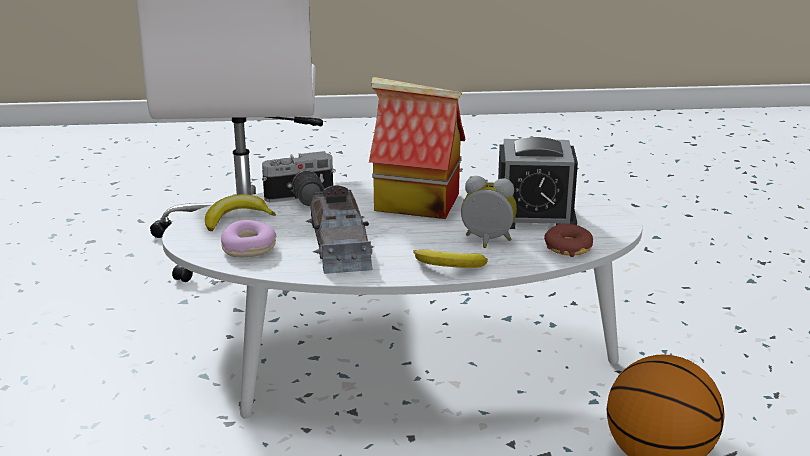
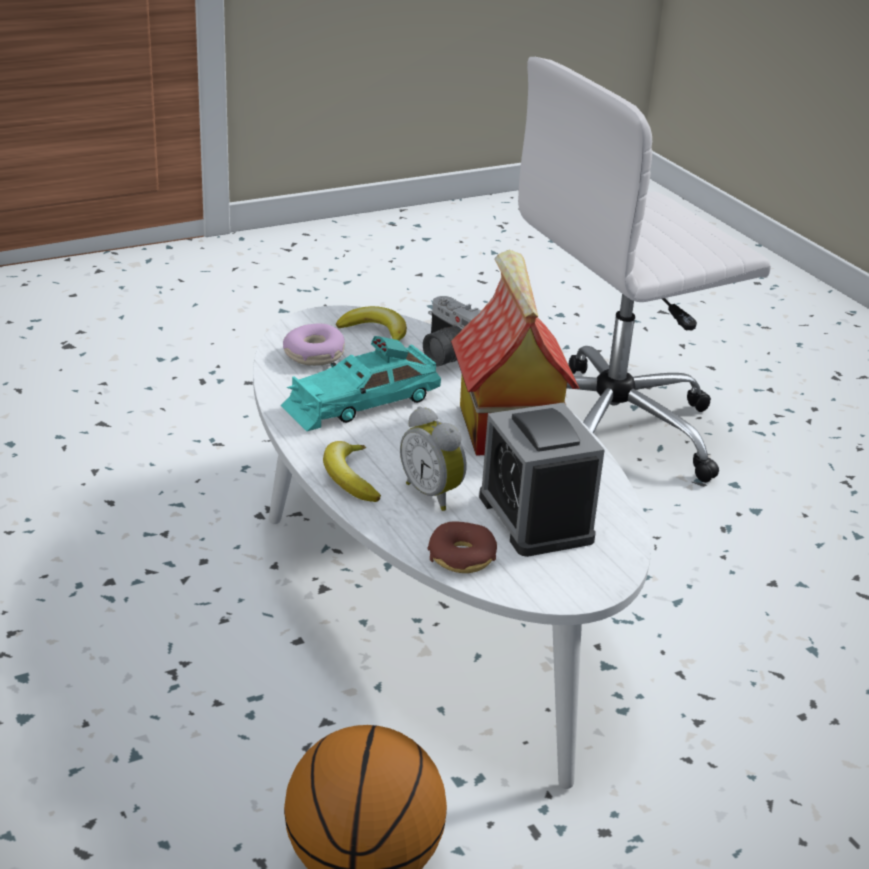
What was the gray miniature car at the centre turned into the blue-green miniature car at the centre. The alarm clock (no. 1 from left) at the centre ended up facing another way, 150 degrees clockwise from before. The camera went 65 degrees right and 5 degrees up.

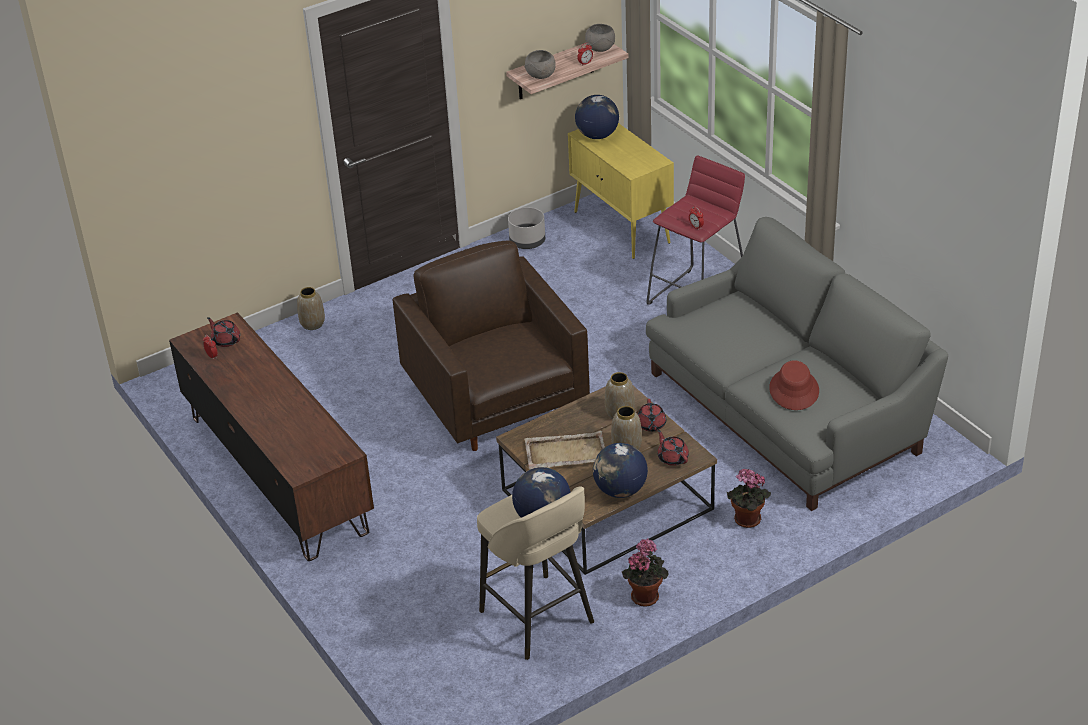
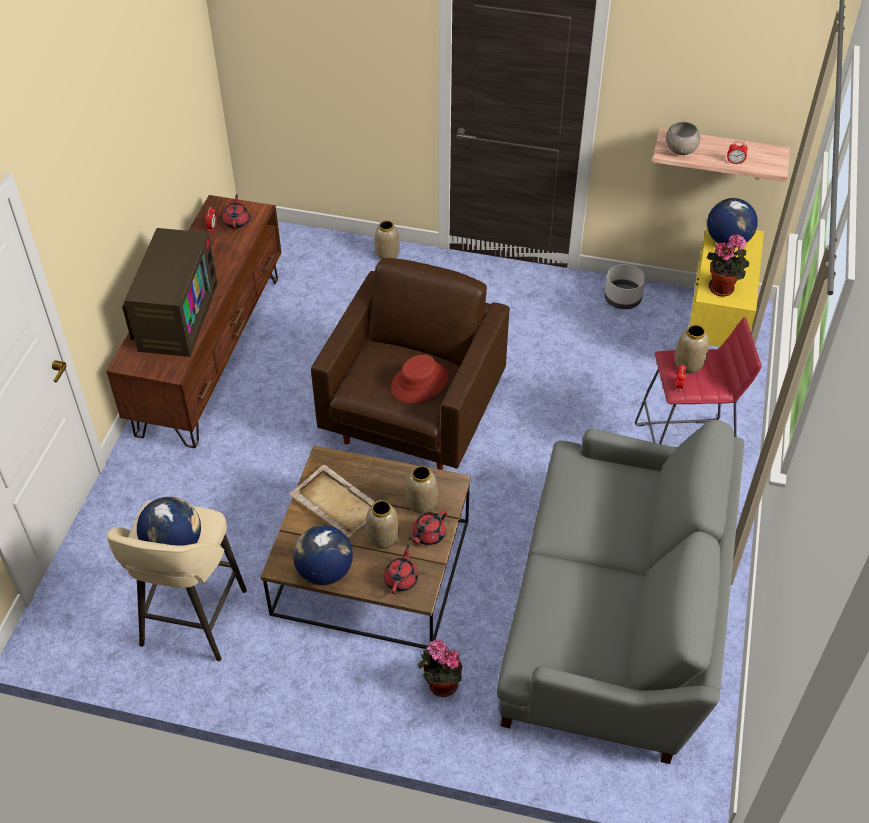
The second view lost the gray serving bowl (no. 2 from left) at the top centre. The potted plant (no. 1 from left in the first image) ended up elsewhere, having gone from the bottom centre to the top right. The red-coloured hat ended up elsewhere, having gone from the middle right to the centre. The second view gained the TV set at the middle left. The second view gained the flower vase (no. 4 from left) at the middle right. The camera went 45 degrees right and 10 degrees up.

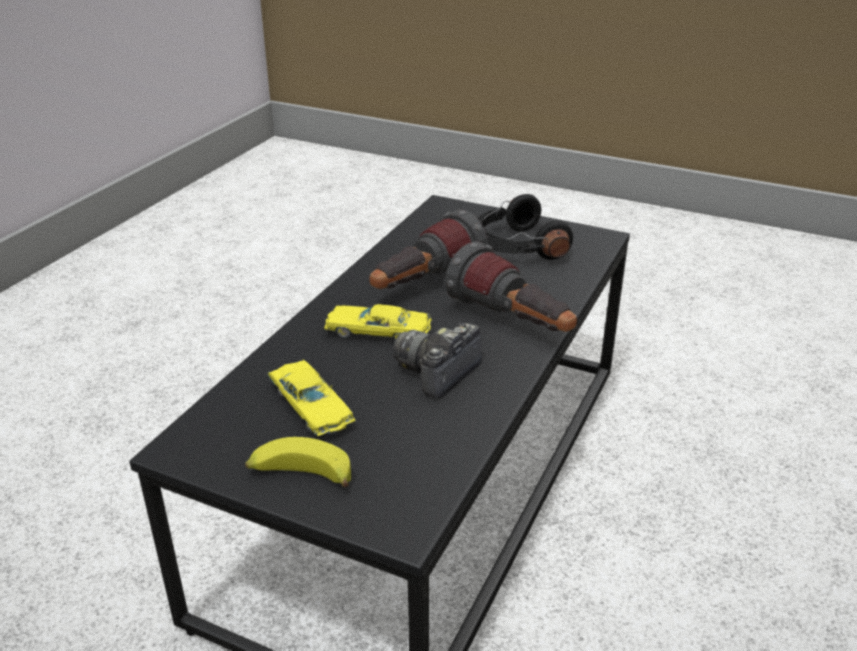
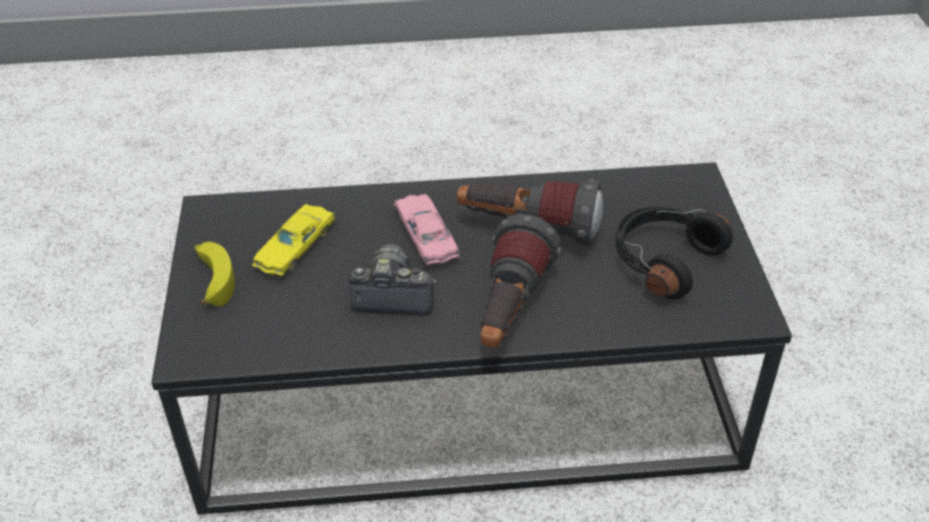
What was the yellowish miniature car (no. 2 from left) at the centre turned into the pink-coloured miniature car at the centre. The camera went 60 degrees right and 10 degrees up.

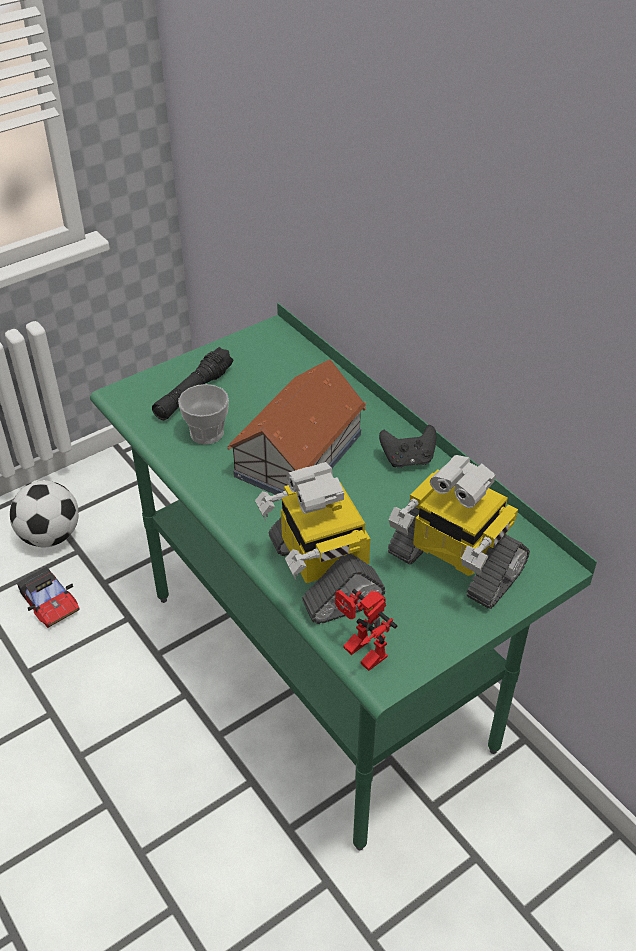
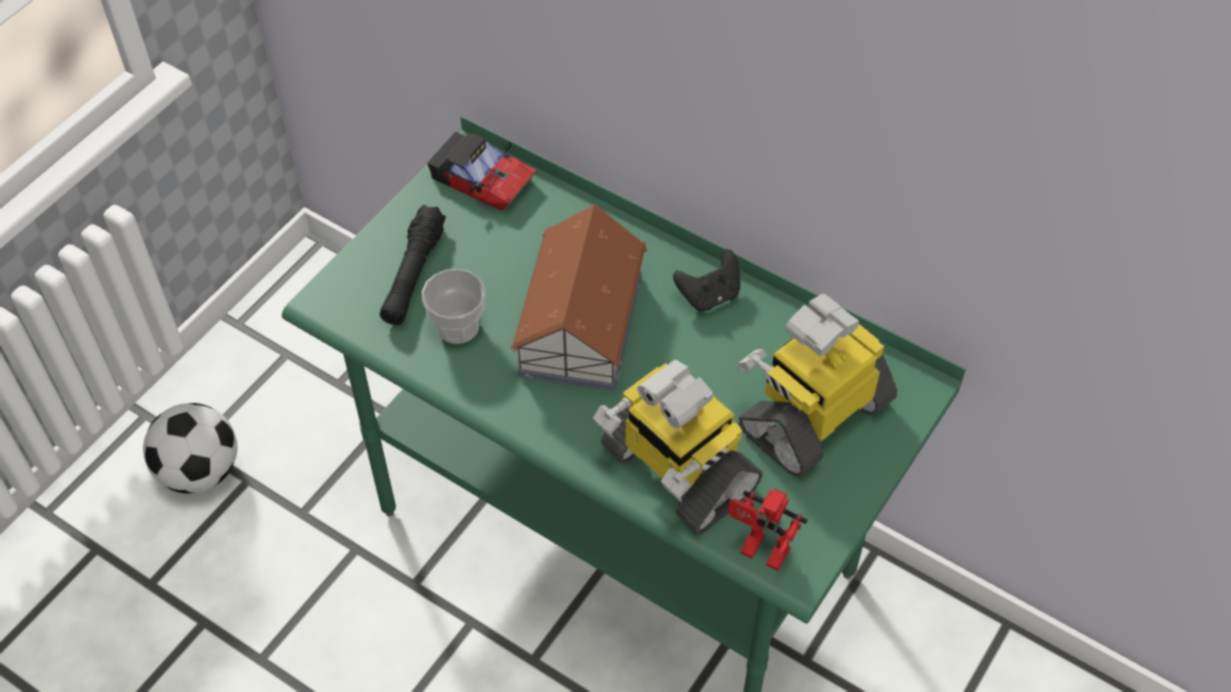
The miniature car ended up elsewhere, having gone from the middle left to the top centre. The toy robot (no. 3 from left) at the middle right ended up facing another way, 120 degrees clockwise from before. The camera went 20 degrees left and 10 degrees up.

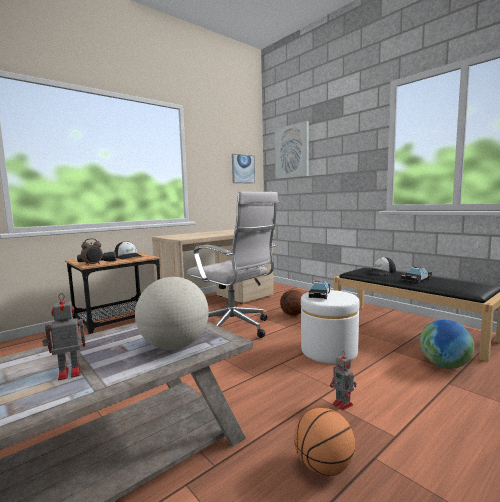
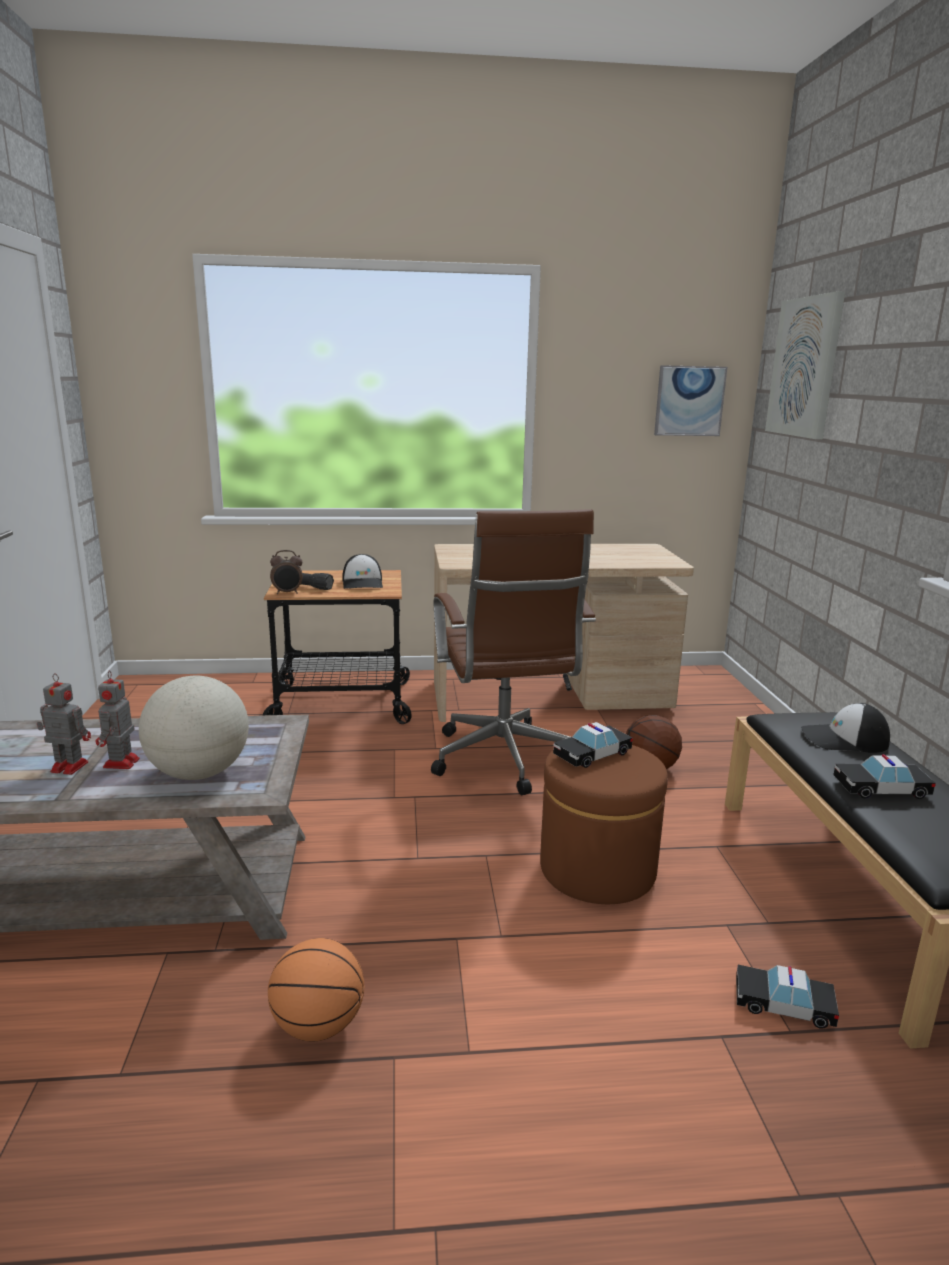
What was the white-coloured office chair at the centre turned into the brownish office chair at the centre. What was the white-coloured footrest at the centre turned into the brownish footrest at the centre. The toy robot (no. 2 from left) ended up elsewhere, having gone from the bottom right to the middle left. Where the globe (no. 2 from left) stood at the bottom right, the miniature car (no. 2 from left) came to stand at the bottom right. The camera went 35 degrees right and 10 degrees up.

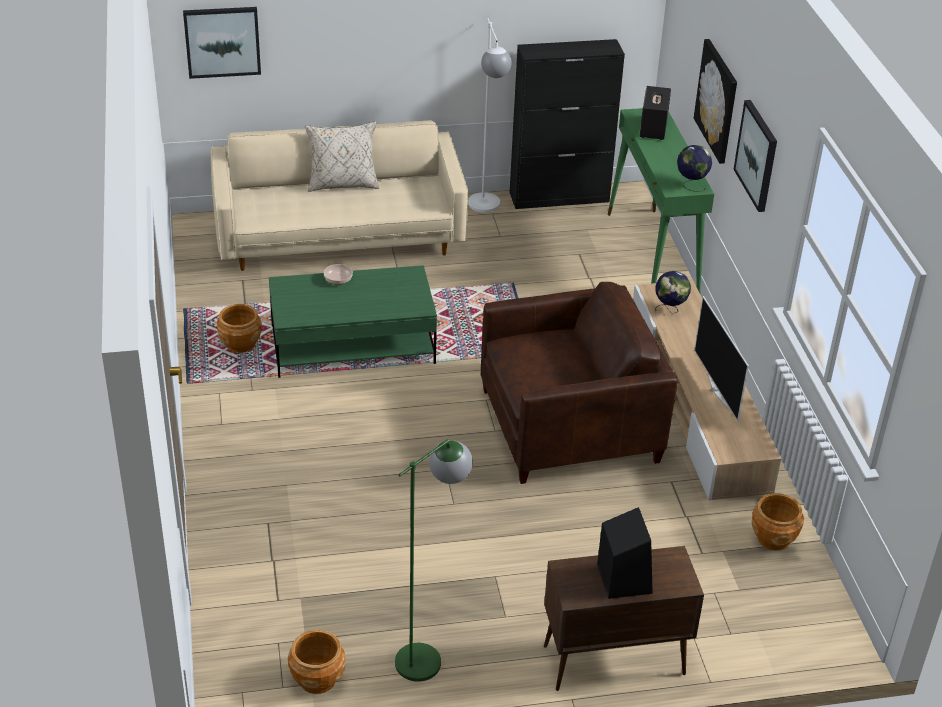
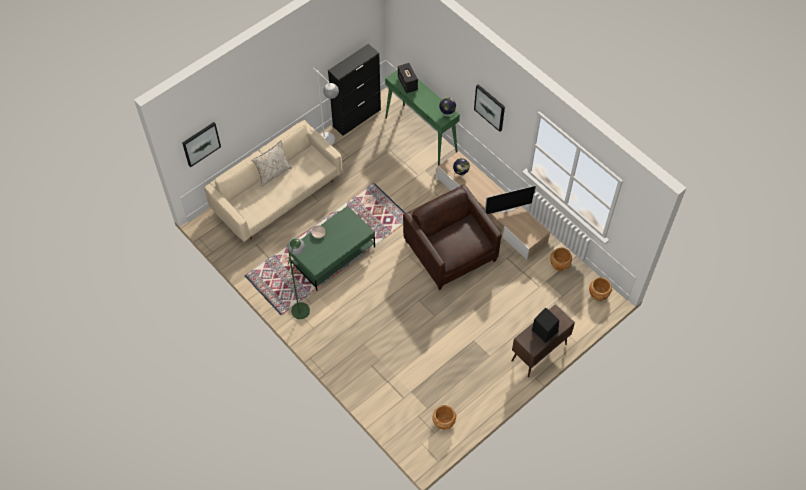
The brownish planter (no. 1 from left in the first image) ended up elsewhere, having gone from the middle left to the middle right. The green standing lamp ended up elsewhere, having gone from the bottom centre to the centre. The brownish armchair at the centre ended up facing another way, 75 degrees counterclockwise from before. The second view lost the wall art (no. 2 from left) at the top right. The TV set at the middle right ended up facing another way, 60 degrees counterclockwise from before. The camera went 30 degrees left and 20 degrees up.

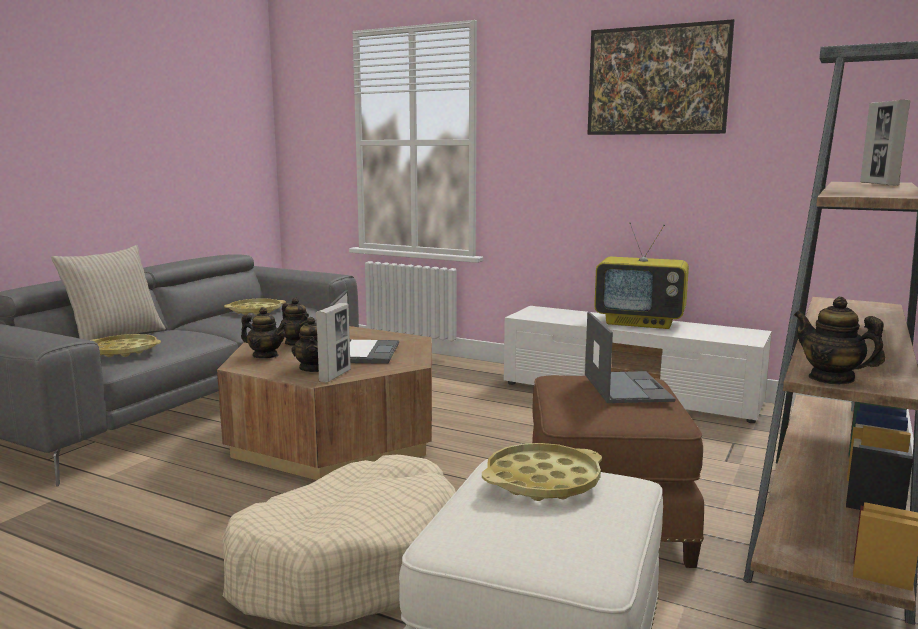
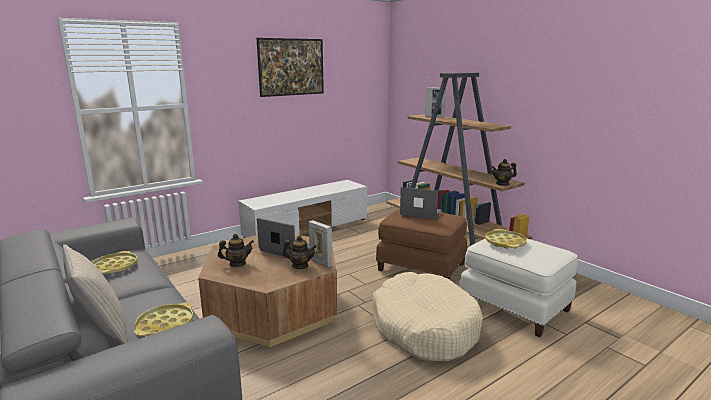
The second view lost the pot for tea (no. 1 from left) at the middle left. The second view lost the TV set at the middle right. The camera went 65 degrees left and 5 degrees up.

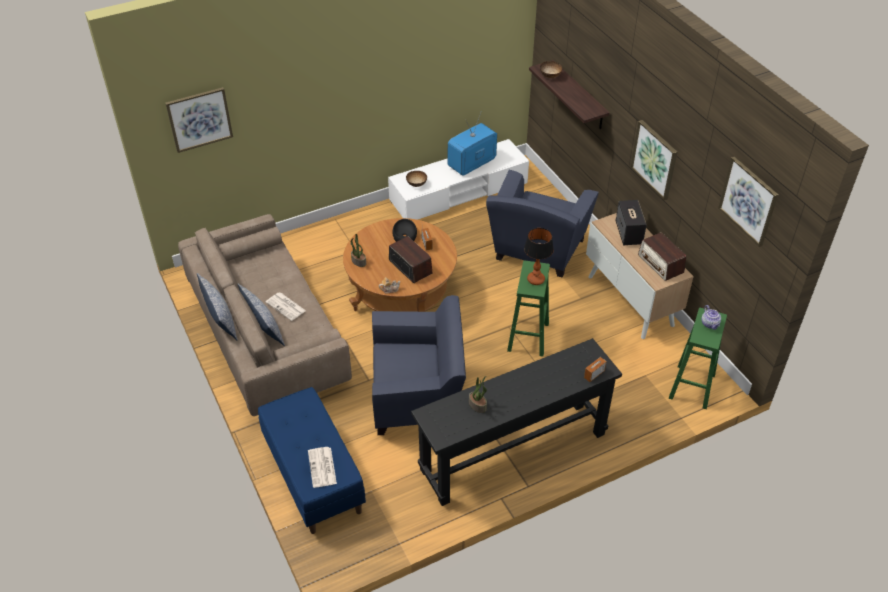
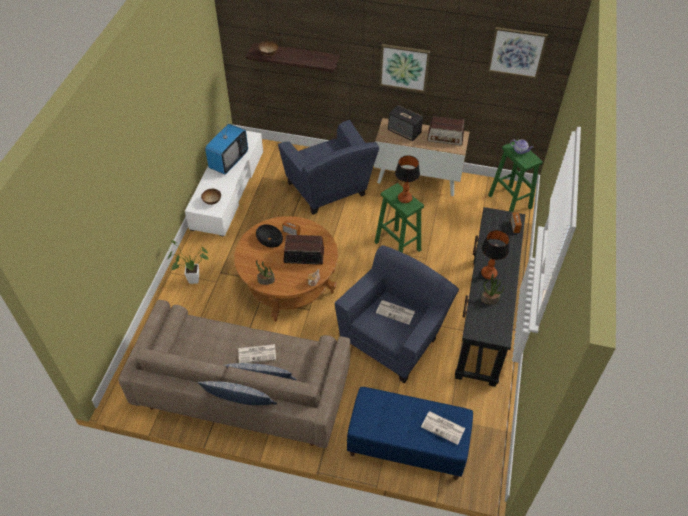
The second view lost the wall art (no. 1 from left) at the top left. The TV set at the top centre ended up facing another way, 150 degrees counterclockwise from before. The second view gained the potted plant (no. 1 from left) at the middle left. The second view gained the newspaper (no. 2 from left) at the centre. The second view gained the tabletop lamp (no. 2 from left) at the middle right. The camera went 50 degrees left and 5 degrees up.

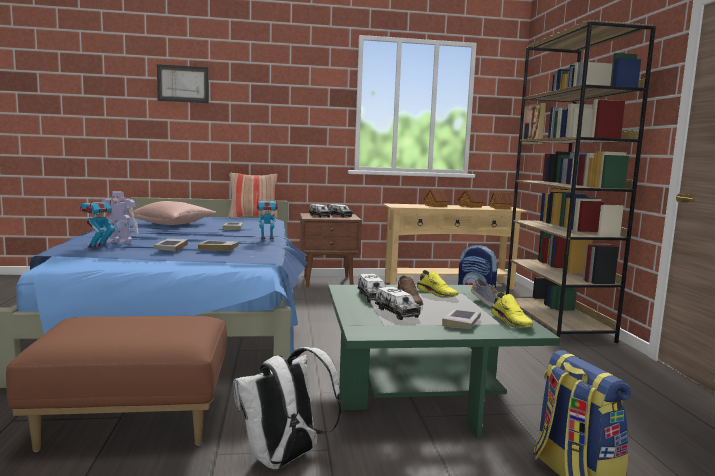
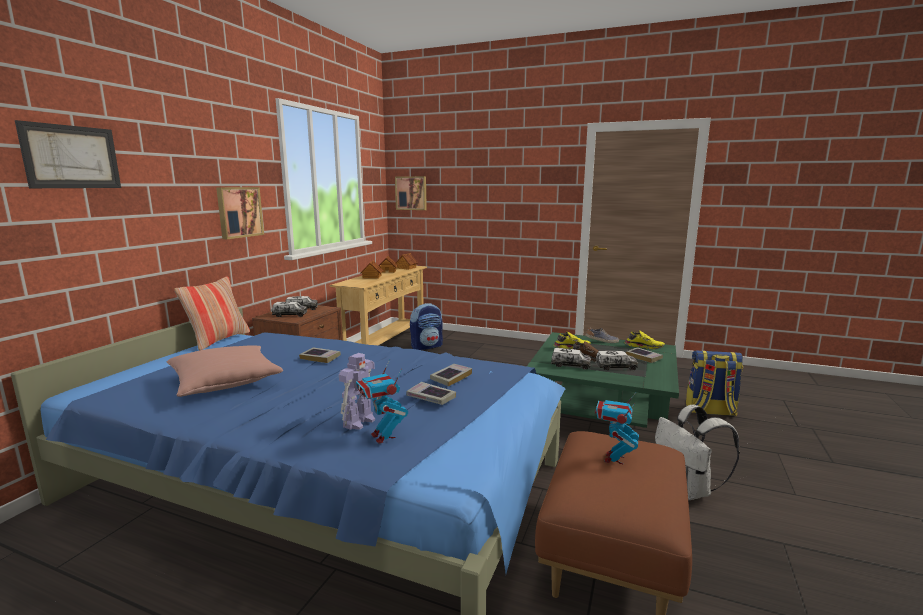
The toy robot (no. 3 from left) ended up elsewhere, having gone from the centre to the bottom right. The second view lost the brownish bookcase at the middle right. The second view gained the wall art (no. 2 from left) at the middle left. The camera went 60 degrees left and 5 degrees up.

